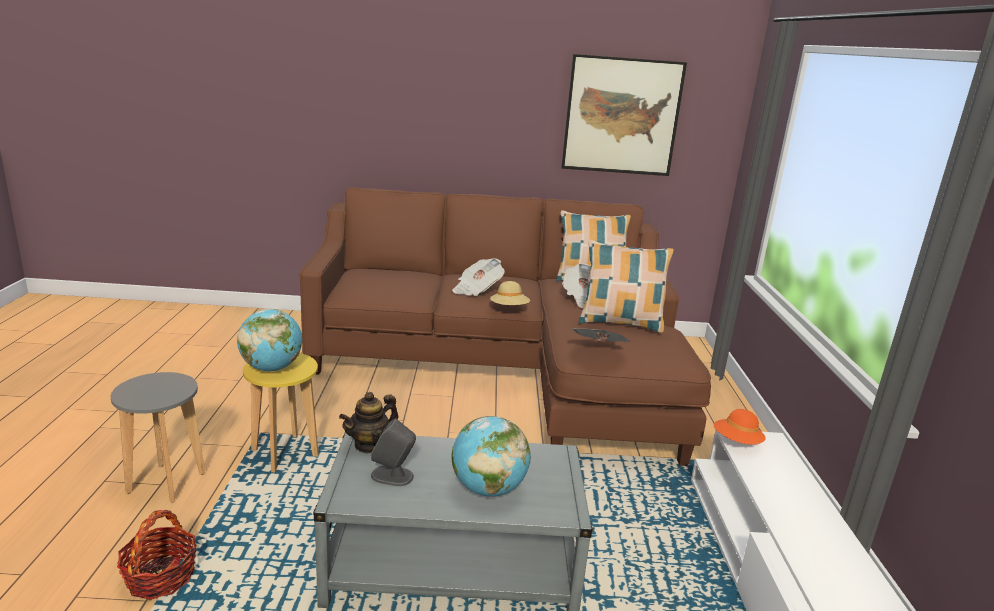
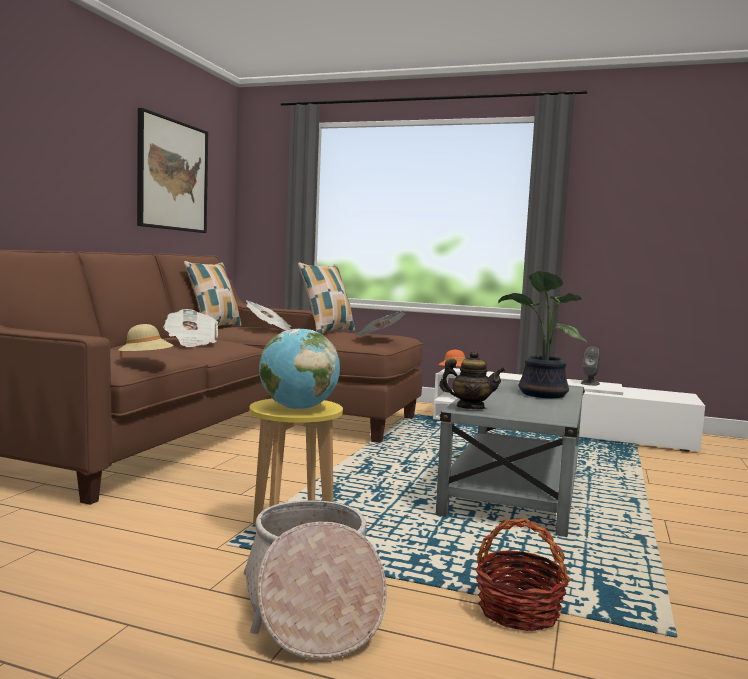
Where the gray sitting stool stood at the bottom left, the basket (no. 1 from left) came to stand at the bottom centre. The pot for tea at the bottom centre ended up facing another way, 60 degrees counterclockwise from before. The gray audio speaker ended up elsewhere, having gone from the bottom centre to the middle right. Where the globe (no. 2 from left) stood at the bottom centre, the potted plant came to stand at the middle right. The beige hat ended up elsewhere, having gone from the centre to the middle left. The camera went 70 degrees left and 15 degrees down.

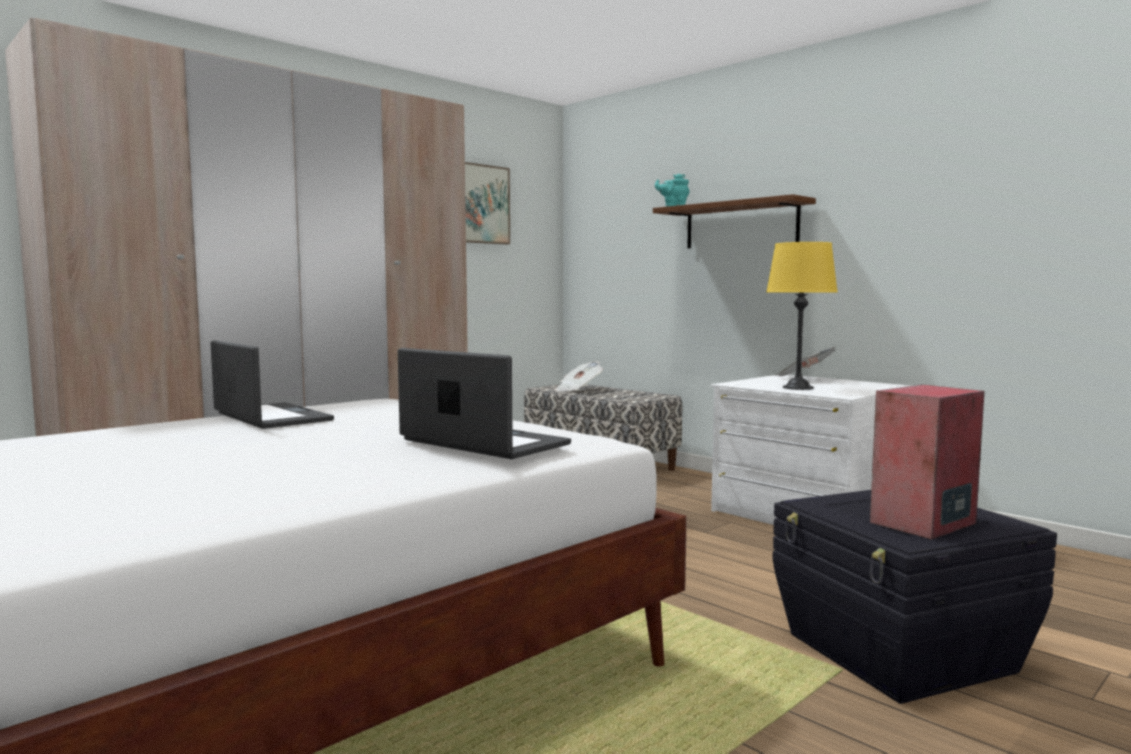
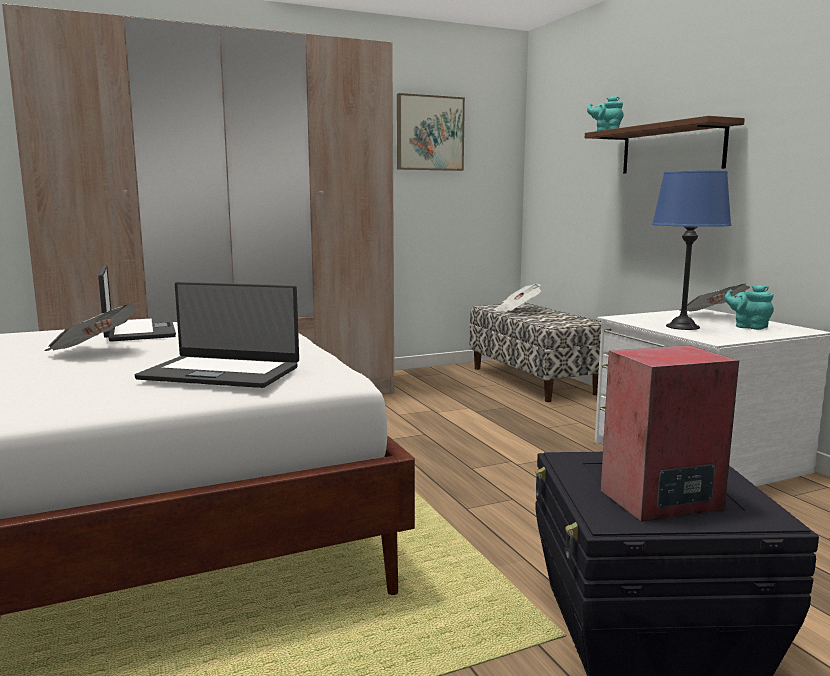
The notebook computer (no. 2 from left) at the centre ended up facing another way, 135 degrees clockwise from before. What was the yellowish tabletop lamp at the middle right turned into the blue tabletop lamp at the middle right. The second view gained the newspaper (no. 1 from left) at the middle left. The second view gained the blue-green pot for tea (no. 2 from left) at the middle right. The camera went 20 degrees right and 5 degrees up.

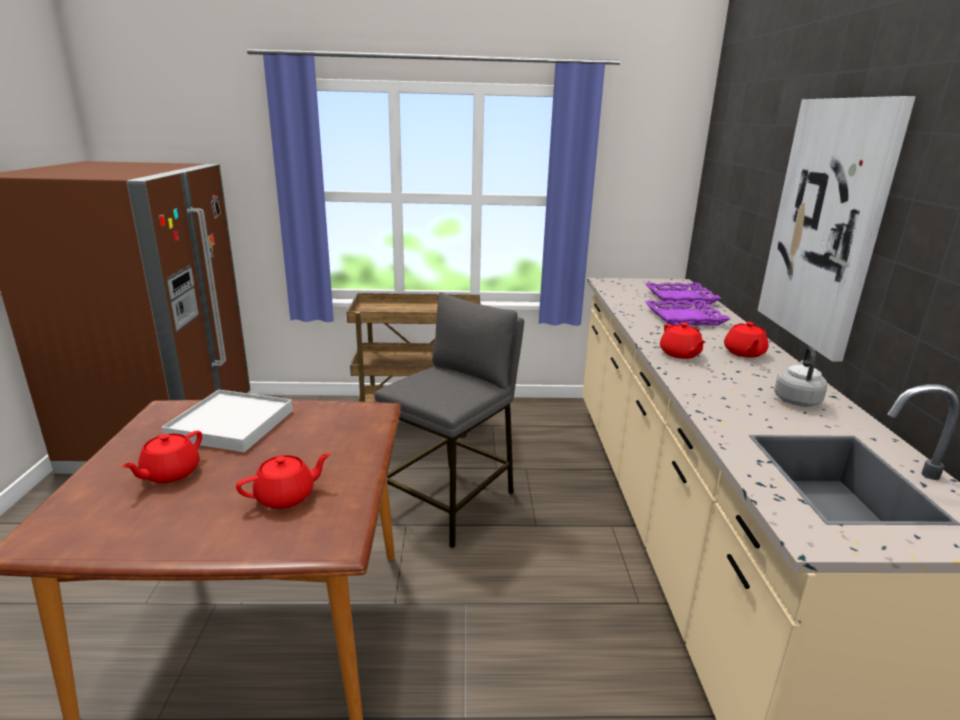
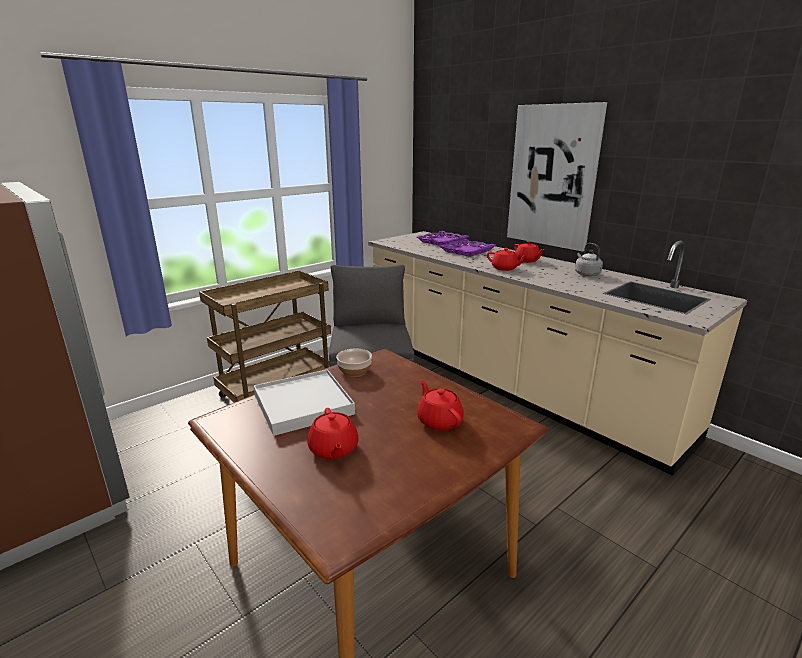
The red-coloured pot for tea (no. 2 from left) at the bottom left ended up facing another way, 45 degrees counterclockwise from before. The second view gained the serving bowl at the centre. The camera went 40 degrees left and 0 degrees up.

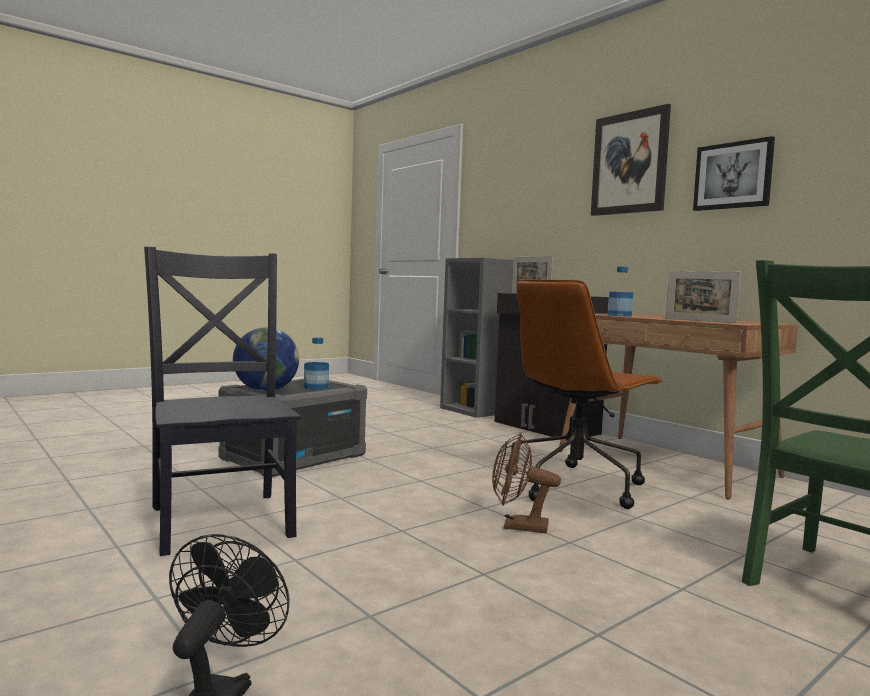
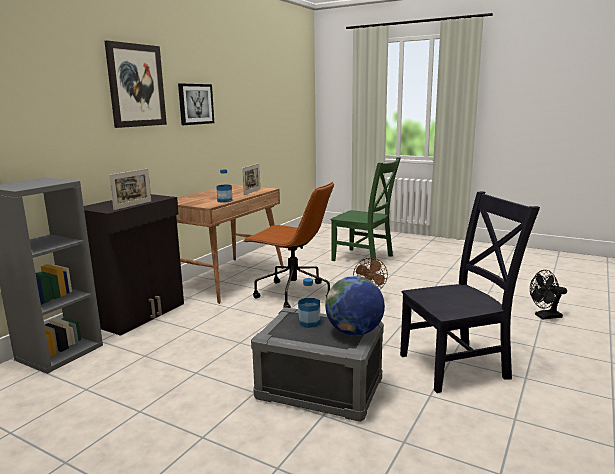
The blackish plain chair at the middle left ended up facing another way, 150 degrees counterclockwise from before. The camera went 110 degrees left and 10 degrees up.

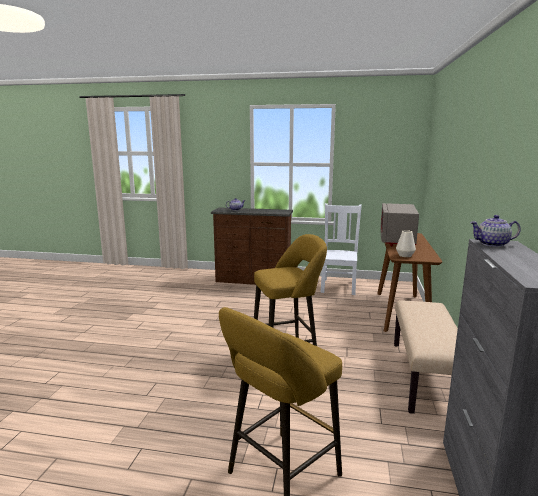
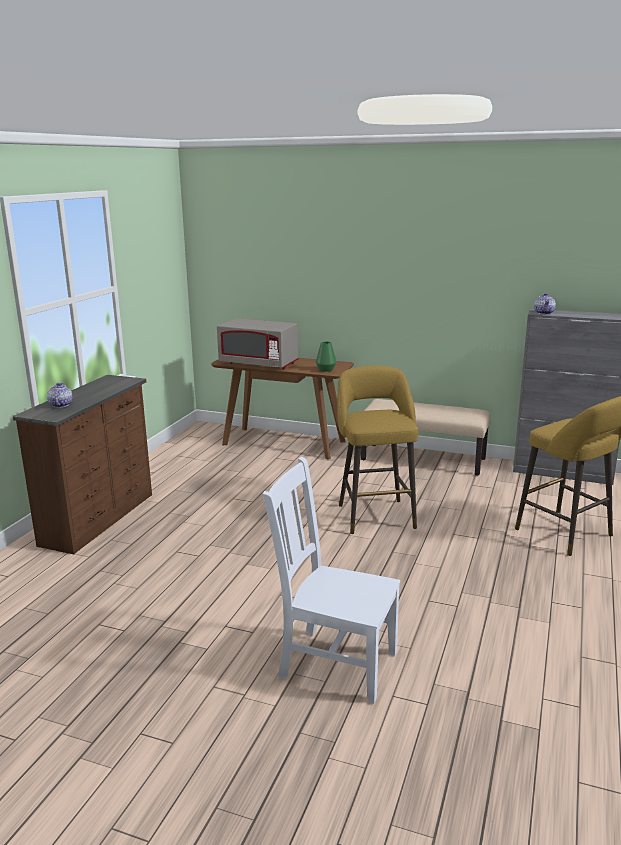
The white-coloured plain chair ended up elsewhere, having gone from the centre to the bottom centre. What was the white-coloured flower vase at the middle right turned into the green flower vase at the centre. The camera went 80 degrees left and 5 degrees up.

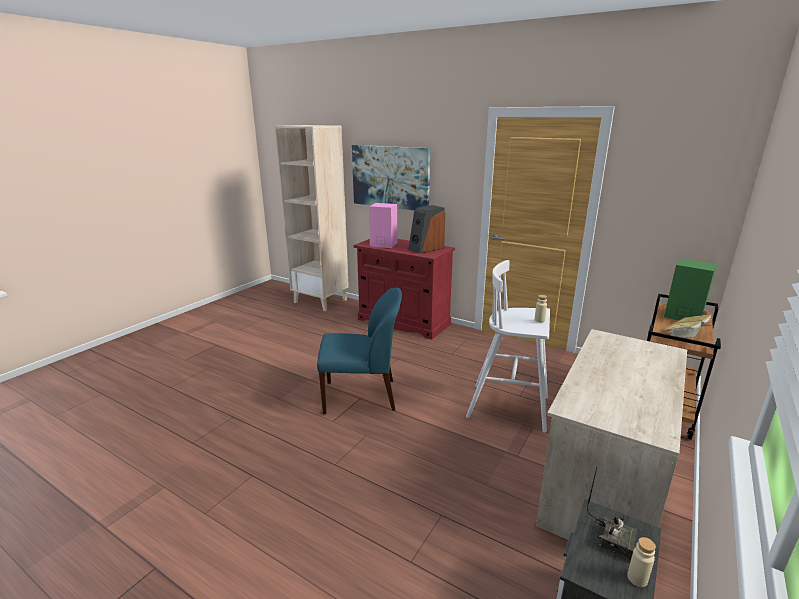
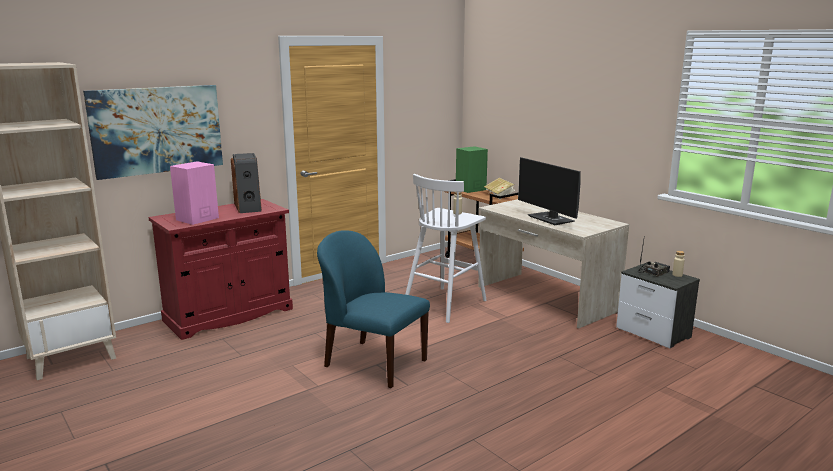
The blue plain chair at the centre ended up facing another way, 75 degrees counterclockwise from before. The second view gained the computer screen at the centre. The camera went 70 degrees left and 5 degrees down.

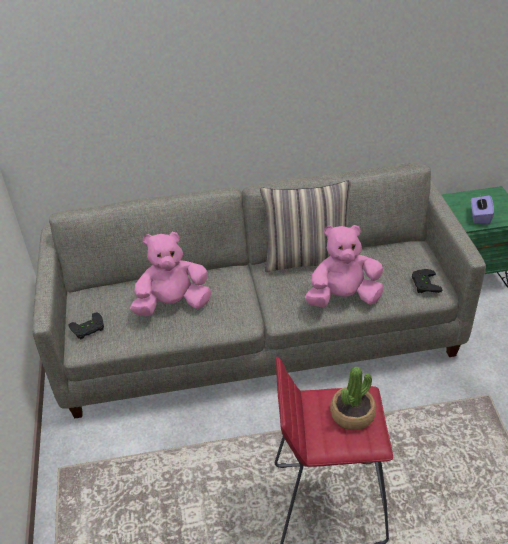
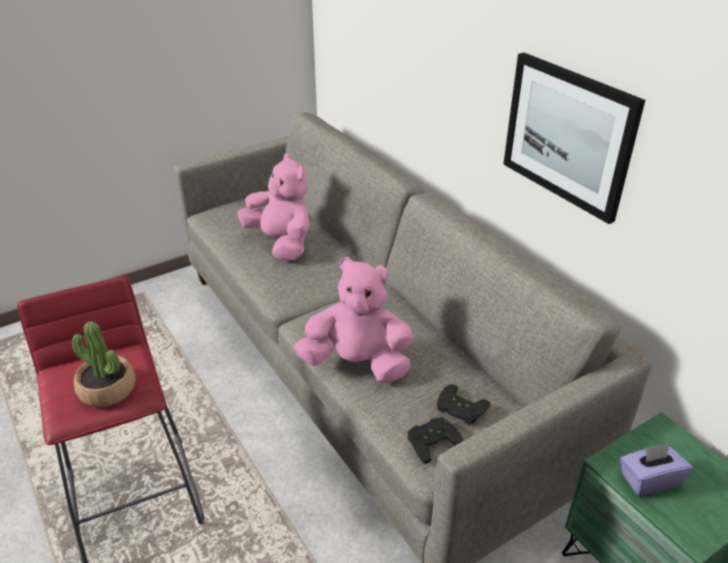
The blackish gamepad (no. 1 from left in the first image) ended up elsewhere, having gone from the middle left to the bottom centre. The second view lost the pillow at the centre. The pink-coloured soft toy (no. 2 from left) at the middle right ended up facing another way, 45 degrees counterclockwise from before. The second view gained the wall art at the top right. The camera went 65 degrees right and 5 degrees down.

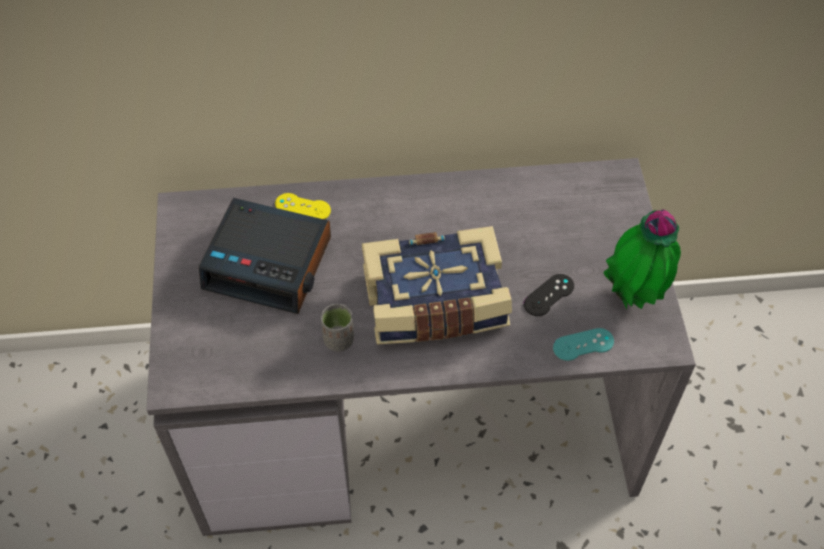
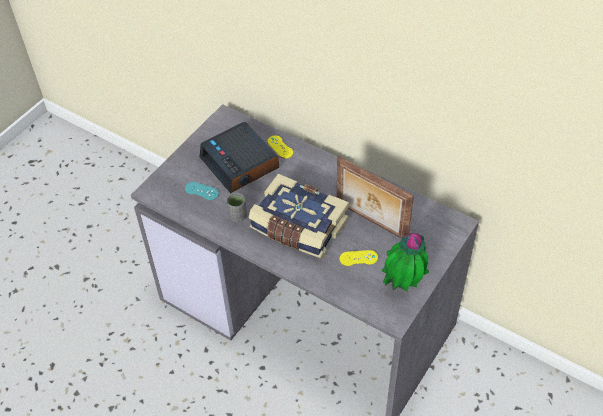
What was the blackish gamepad at the centre turned into the yellowish gamepad (no. 2 from left) at the centre. The blue-green gamepad ended up elsewhere, having gone from the middle right to the centre. The second view gained the picture frame at the centre. The camera went 40 degrees right and 5 degrees down.

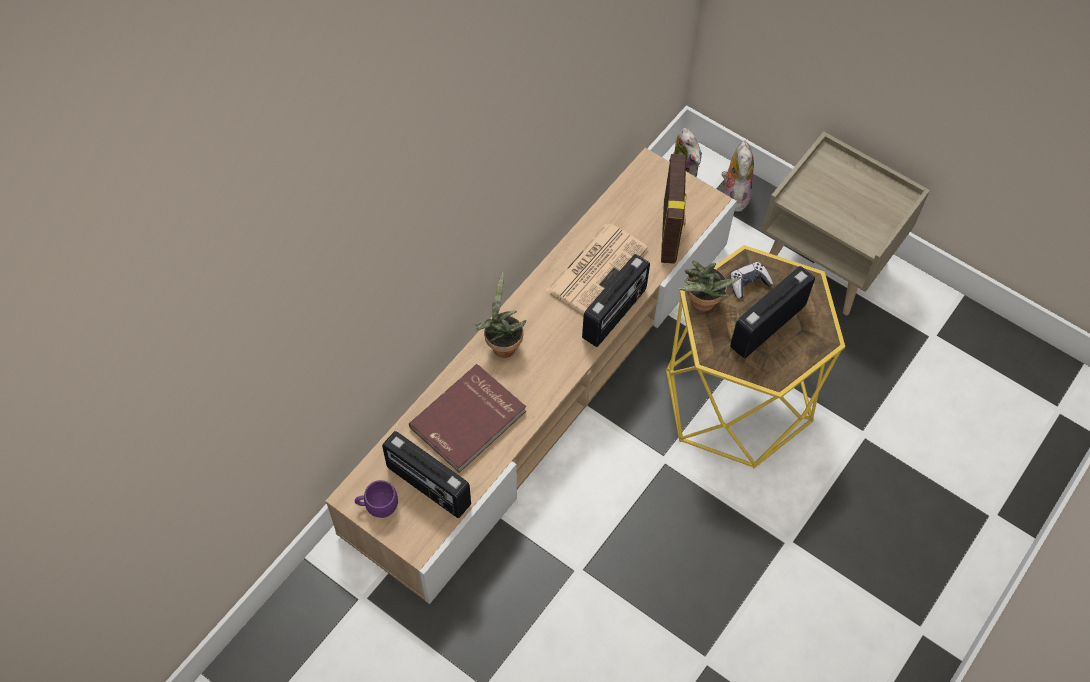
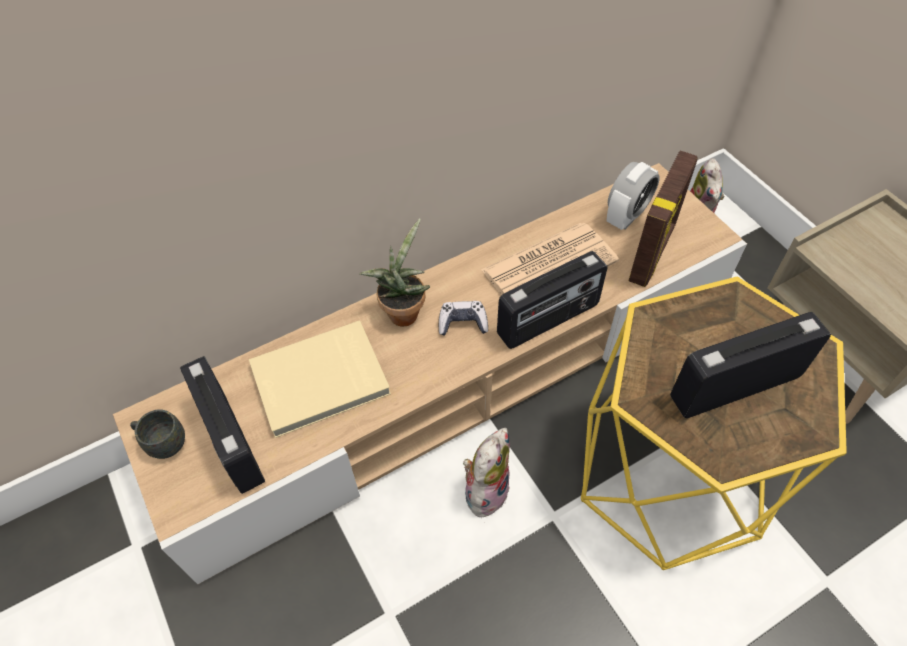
What was the purplish tea mug at the bottom centre turned into the gray tea mug at the bottom left. What was the red-coloured book at the centre turned into the beige book at the centre. The second view lost the potted plant (no. 2 from left) at the centre. The soft toy (no. 2 from left in the first image) ended up elsewhere, having gone from the top right to the bottom centre. The gamepad ended up elsewhere, having gone from the middle right to the centre. The second view gained the alarm clock at the top right. The camera went 25 degrees right and 5 degrees down.

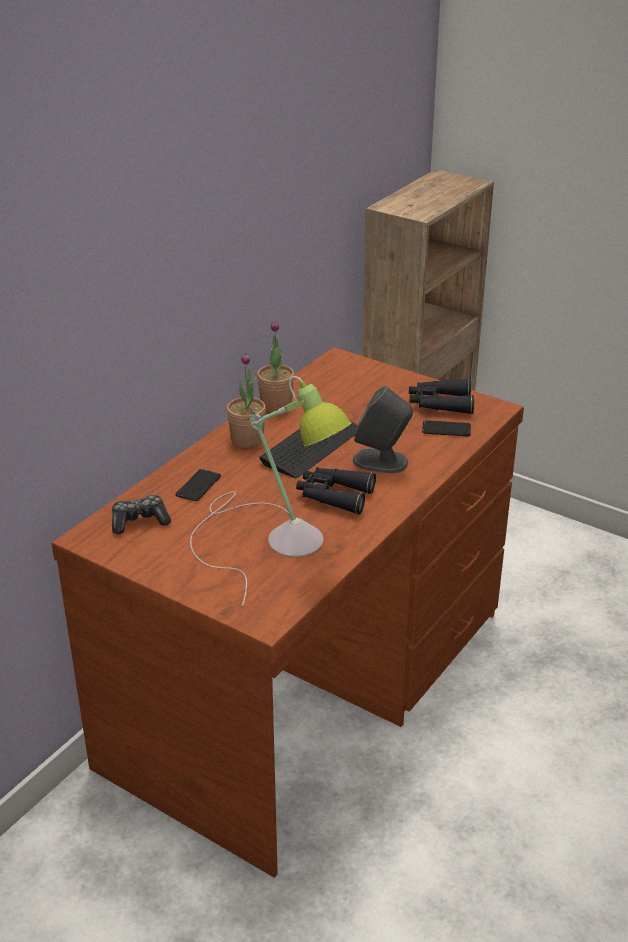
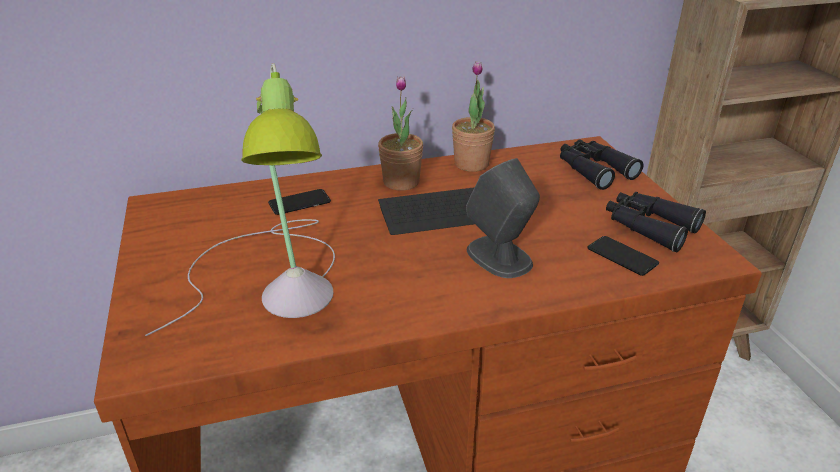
The second view lost the gamepad at the middle left. The blackish binoculars (no. 1 from left) ended up elsewhere, having gone from the centre to the middle right. The camera went 40 degrees right and 0 degrees up.

